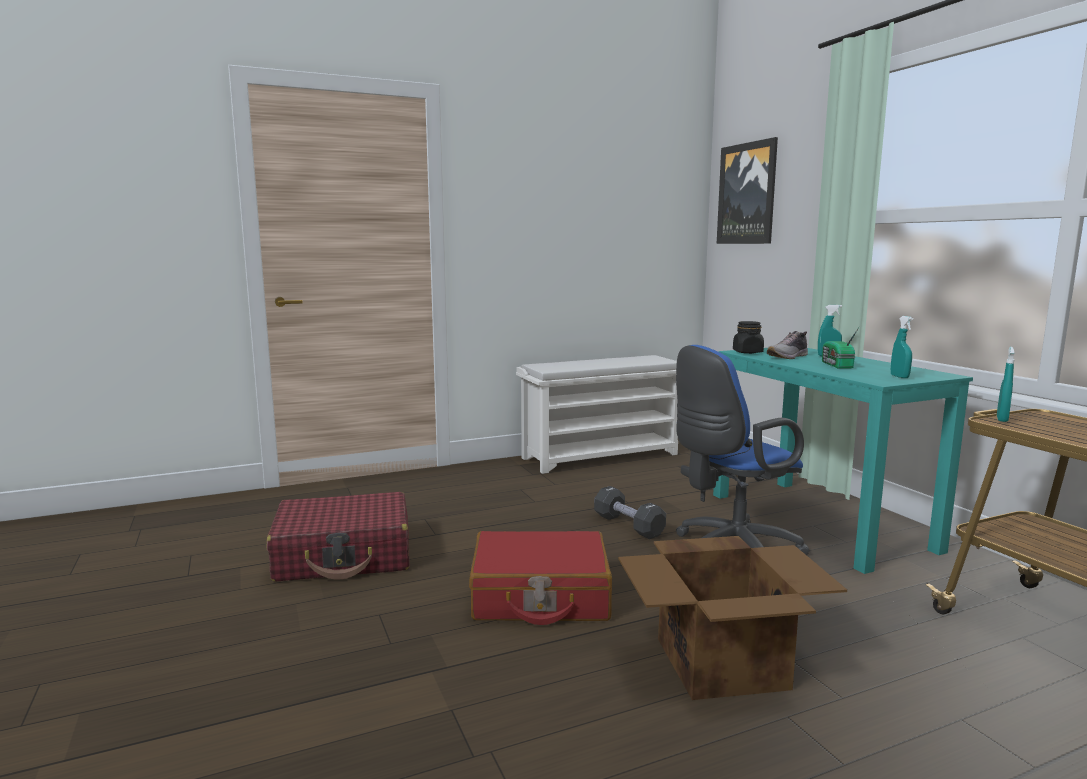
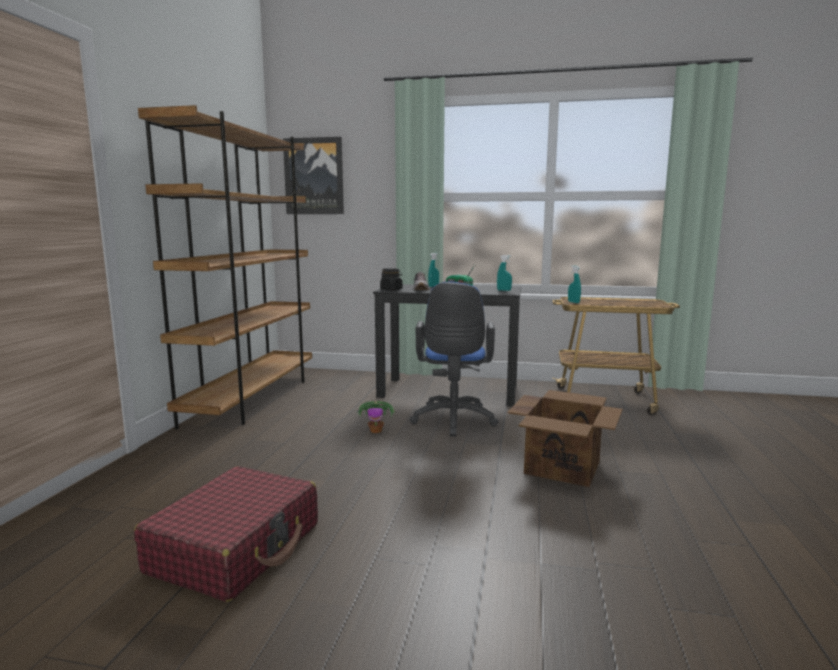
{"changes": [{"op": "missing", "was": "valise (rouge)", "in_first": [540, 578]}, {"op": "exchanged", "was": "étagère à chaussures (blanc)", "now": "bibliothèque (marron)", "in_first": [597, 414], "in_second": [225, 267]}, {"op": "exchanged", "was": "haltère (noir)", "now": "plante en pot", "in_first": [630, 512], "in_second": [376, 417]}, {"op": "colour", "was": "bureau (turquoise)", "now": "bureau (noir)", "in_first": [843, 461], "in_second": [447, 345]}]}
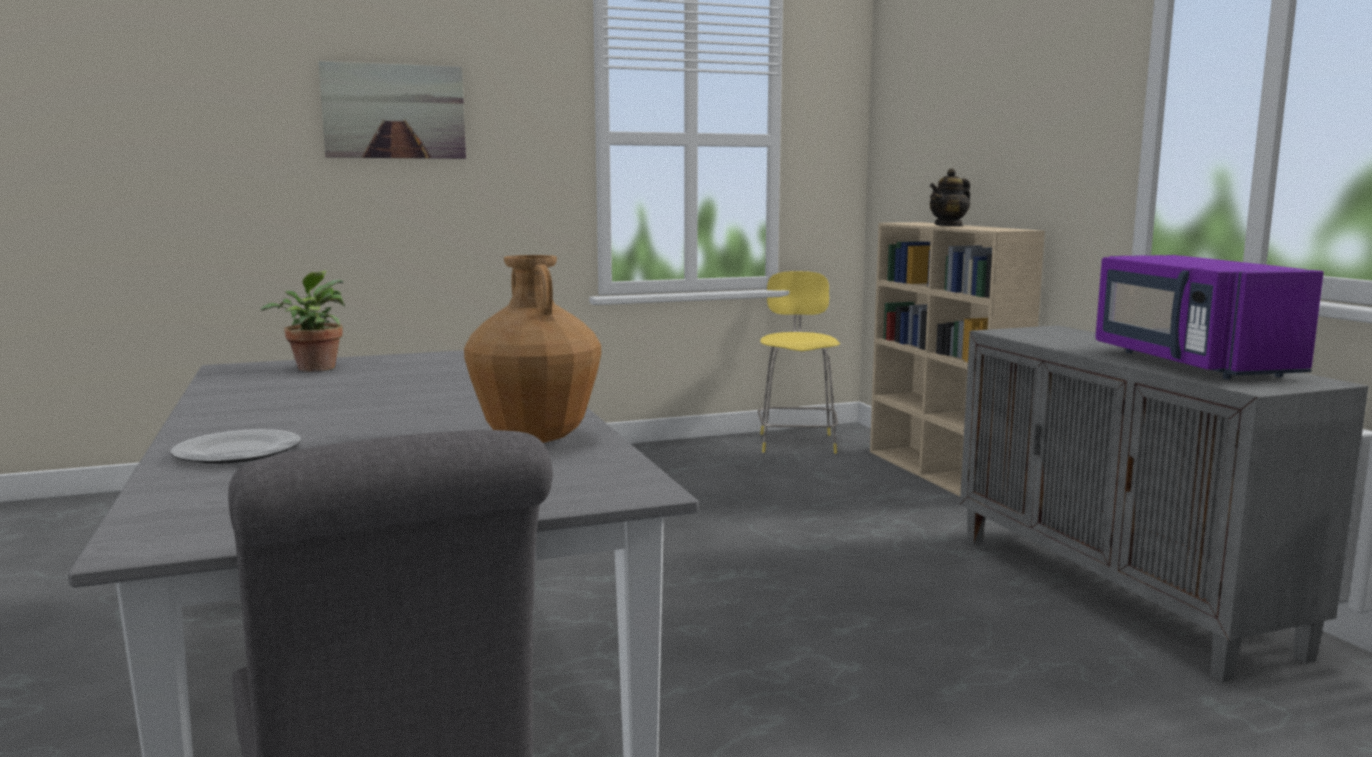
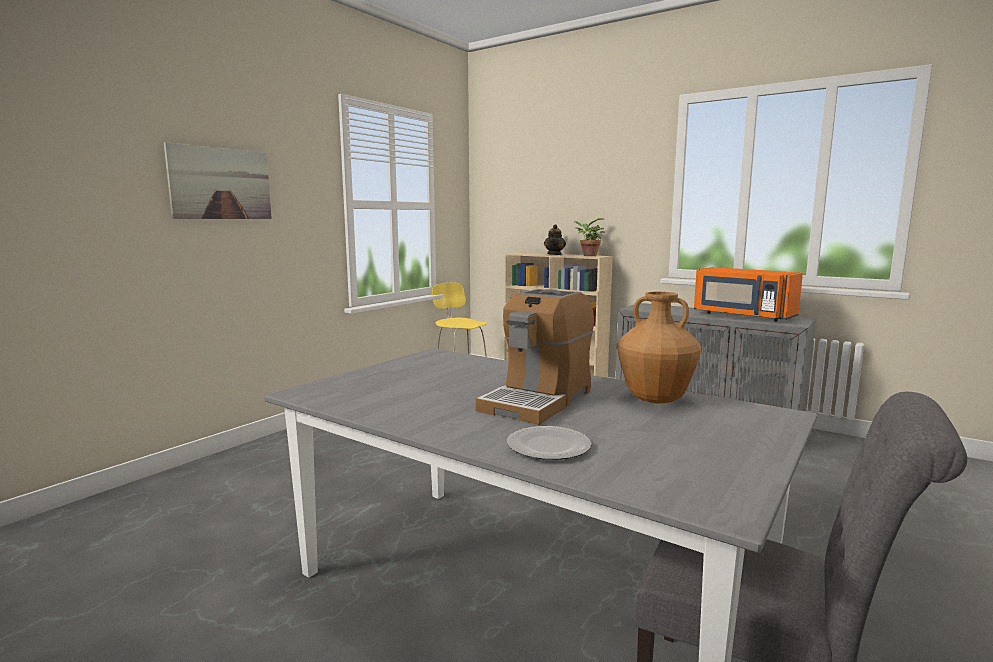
{"changes": [{"op": "relocated", "was": "plante en pot", "in_first": [303, 320], "in_second": [589, 237]}, {"op": "colour", "was": "micro-ondes (violet)", "now": "micro-ondes (orange)", "in_first": [1210, 317], "in_second": [748, 294]}, {"op": "appeared", "now": "machine à café", "in_second": [535, 357]}]}
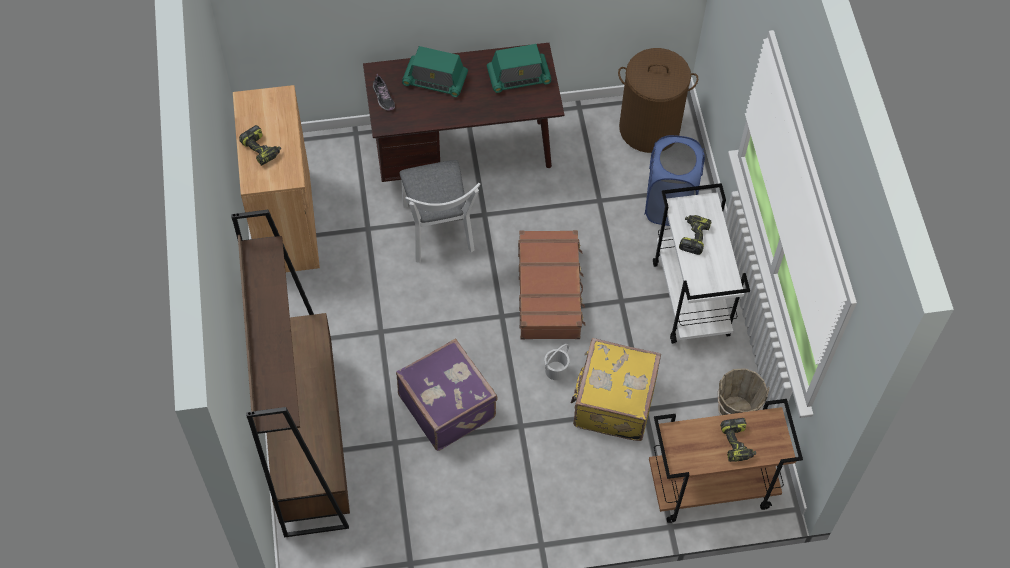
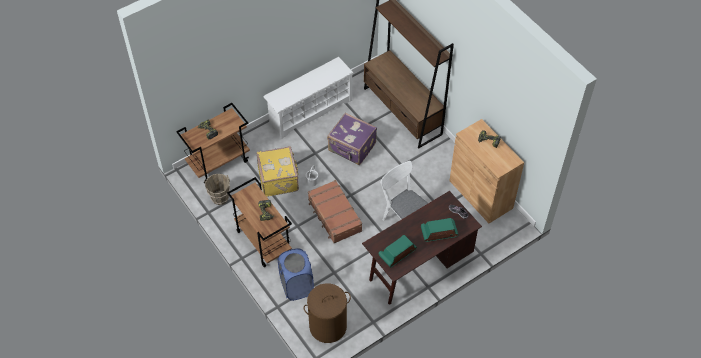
{"changes": [{"op": "colour", "was": "chariot (blanc)", "now": "chariot (marron)", "in_first": [701, 263], "in_second": [259, 222]}, {"op": "appeared", "now": "étagère à chaussures (blanc)", "in_second": [308, 98]}]}
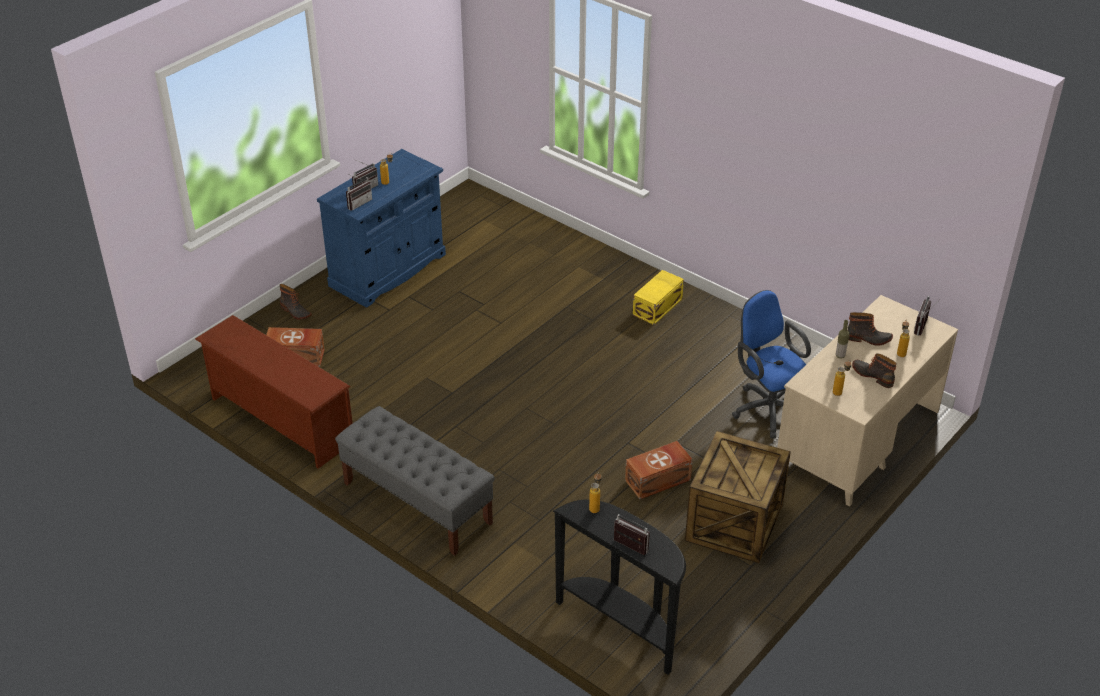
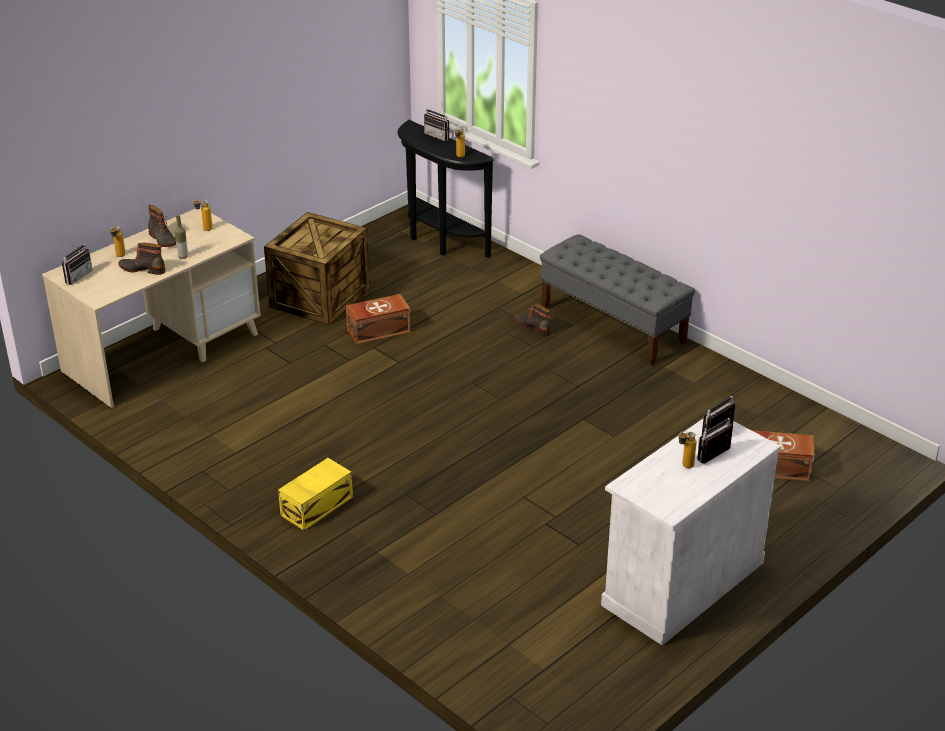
{"changes": [{"op": "missing", "was": "étagère à chaussures (marron)", "in_first": [273, 392]}, {"op": "relocated", "was": "botte", "in_first": [296, 301], "in_second": [533, 319]}, {"op": "colour", "was": "meuble de rangement (bleu)", "now": "meuble de rangement (blanc)", "in_first": [381, 228], "in_second": [691, 532]}, {"op": "missing", "was": "chaise de bureau (bleu)", "in_first": [771, 364]}]}
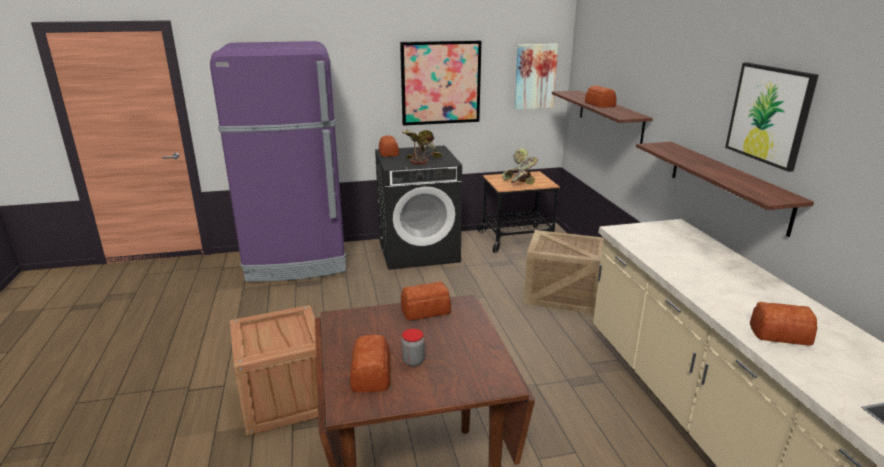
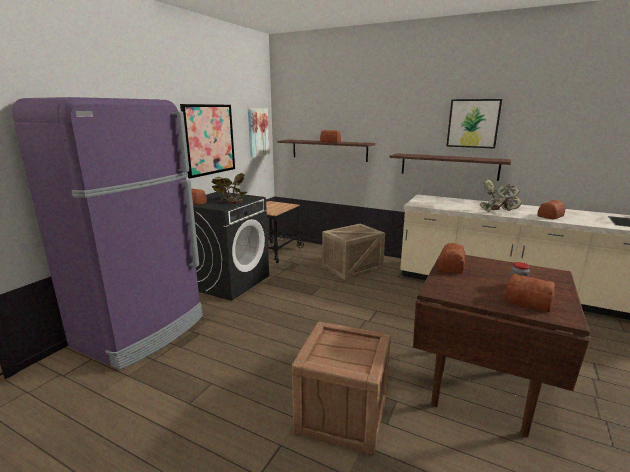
{"changes": [{"op": "relocated", "was": "plante en pot", "in_first": [520, 166], "in_second": [501, 196]}]}
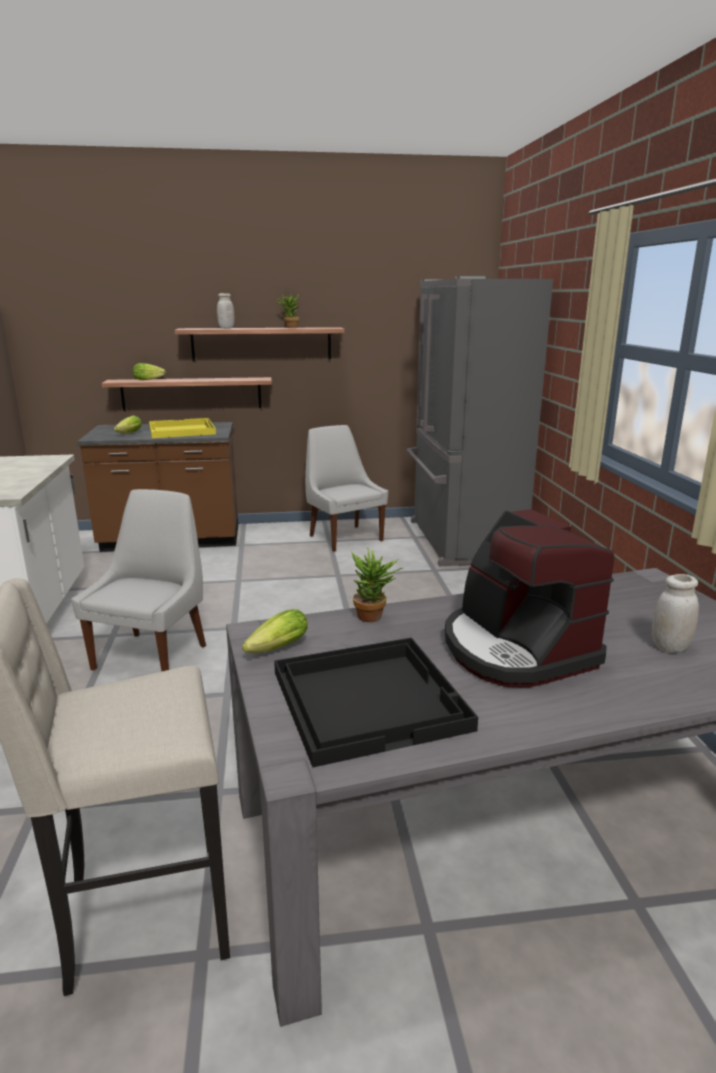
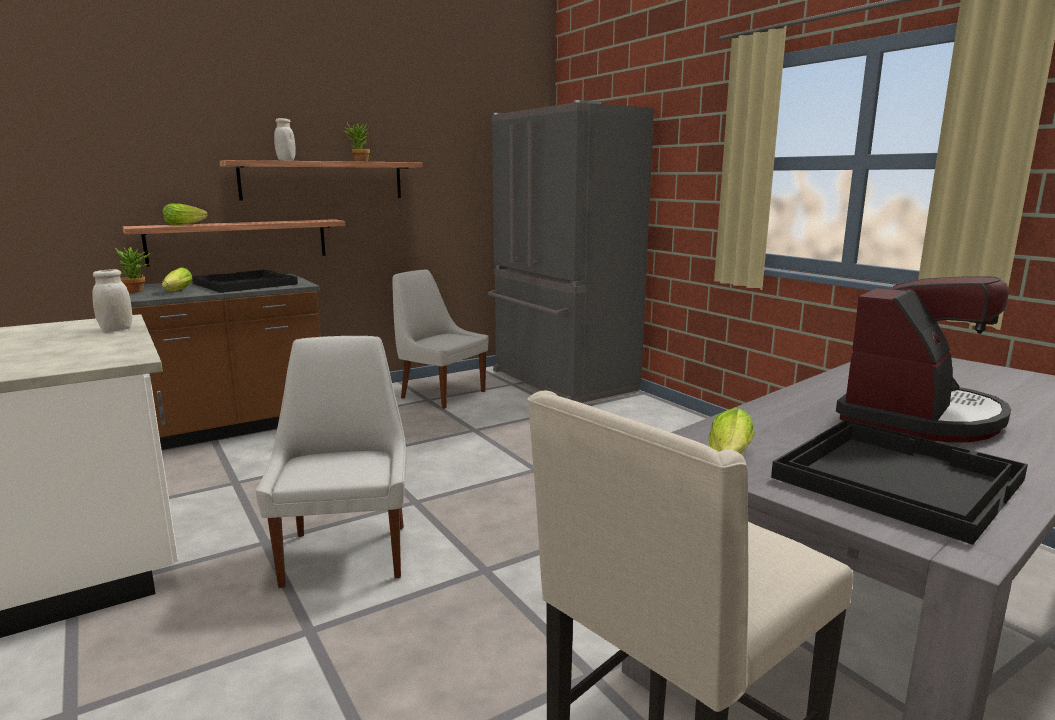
{"changes": [{"op": "colour", "was": "plateau (jaune)", "now": "plateau (noir)", "in_first": [182, 428], "in_second": [245, 281]}, {"op": "relocated", "was": "plante en pot", "in_first": [377, 585], "in_second": [133, 270]}, {"op": "spun", "was": "machine à café", "in_first": [530, 598], "in_second": [923, 359], "clockwise": -90}, {"op": "relocated", "was": "bocal (blanc)", "in_first": [675, 613], "in_second": [112, 300]}]}
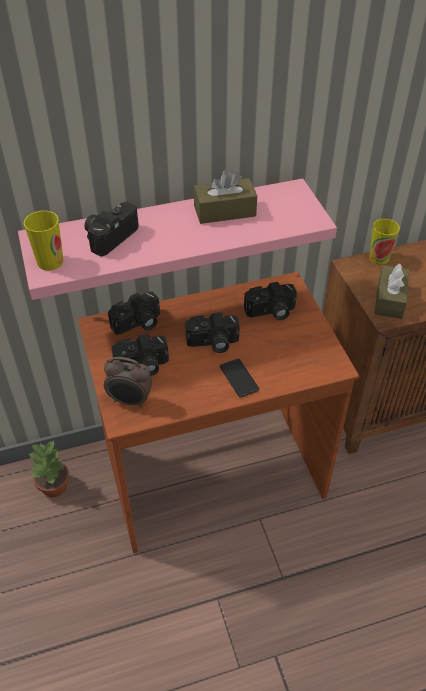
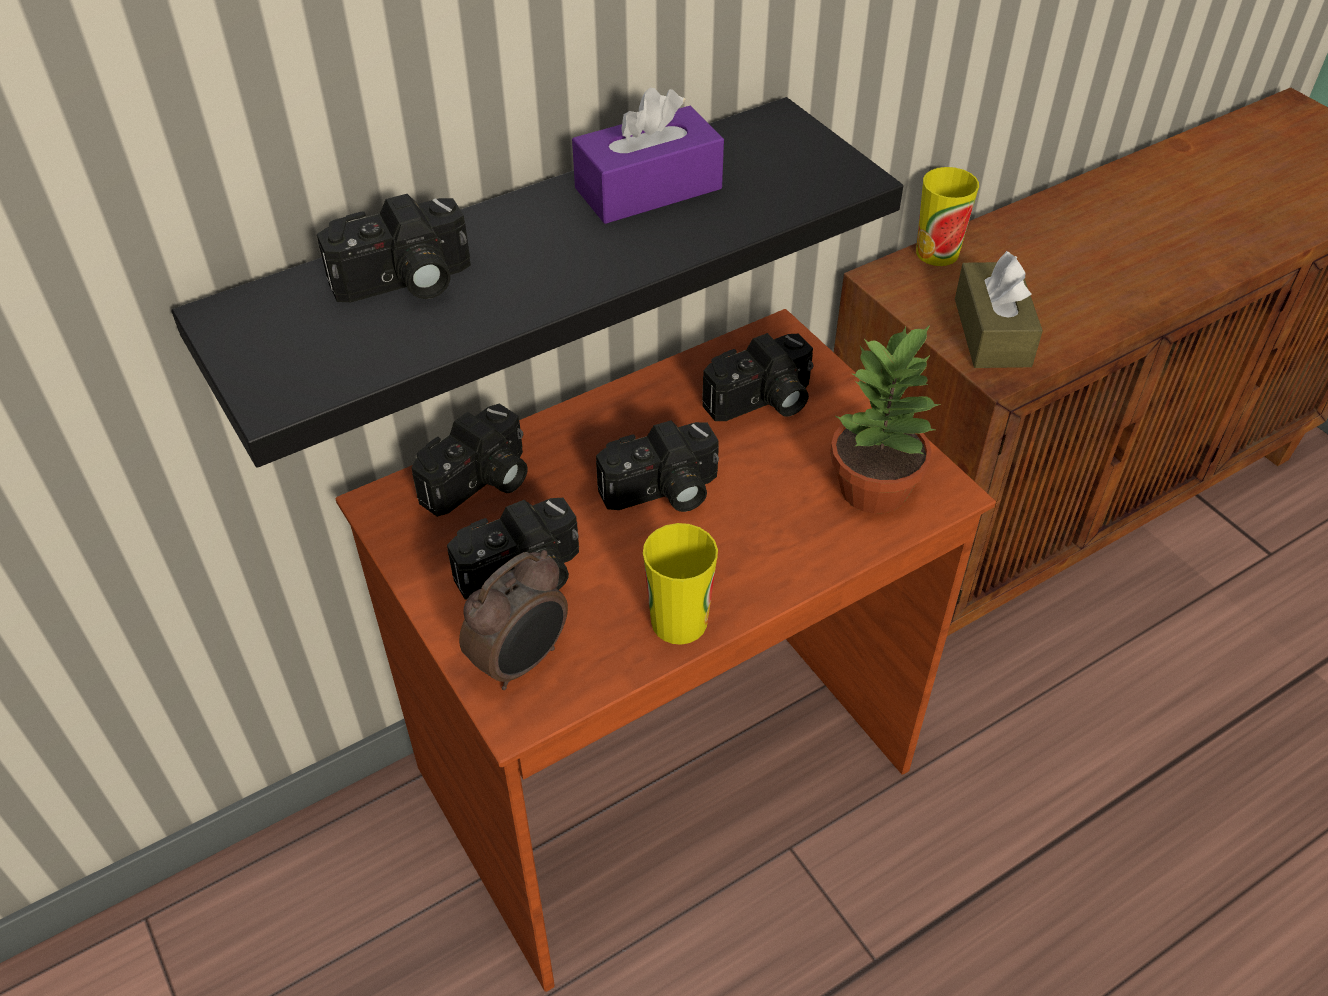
{"changes": [{"op": "colour", "was": "étagère (rose)", "now": "étagère (noir)", "in_first": [177, 239], "in_second": [537, 282]}, {"op": "relocated", "was": "tasse", "in_first": [44, 241], "in_second": [680, 584]}, {"op": "relocated", "was": "plante en pot", "in_first": [48, 469], "in_second": [885, 419]}, {"op": "spun", "was": "appareil photo", "in_first": [111, 229], "in_second": [394, 248], "clockwise": -135}, {"op": "spun", "was": "réveil", "in_first": [128, 382], "in_second": [513, 620], "clockwise": -45}, {"op": "colour", "was": "boîte à mouchoirs (marron)", "now": "boîte à mouchoirs (violet)", "in_first": [225, 197], "in_second": [648, 156]}, {"op": "missing", "was": "téléphone", "in_first": [239, 378]}]}
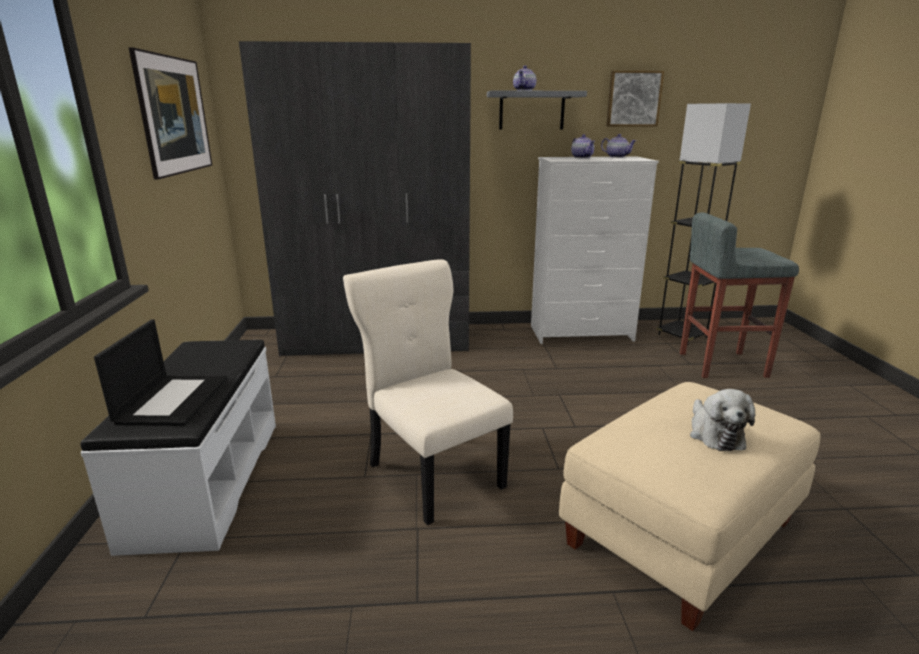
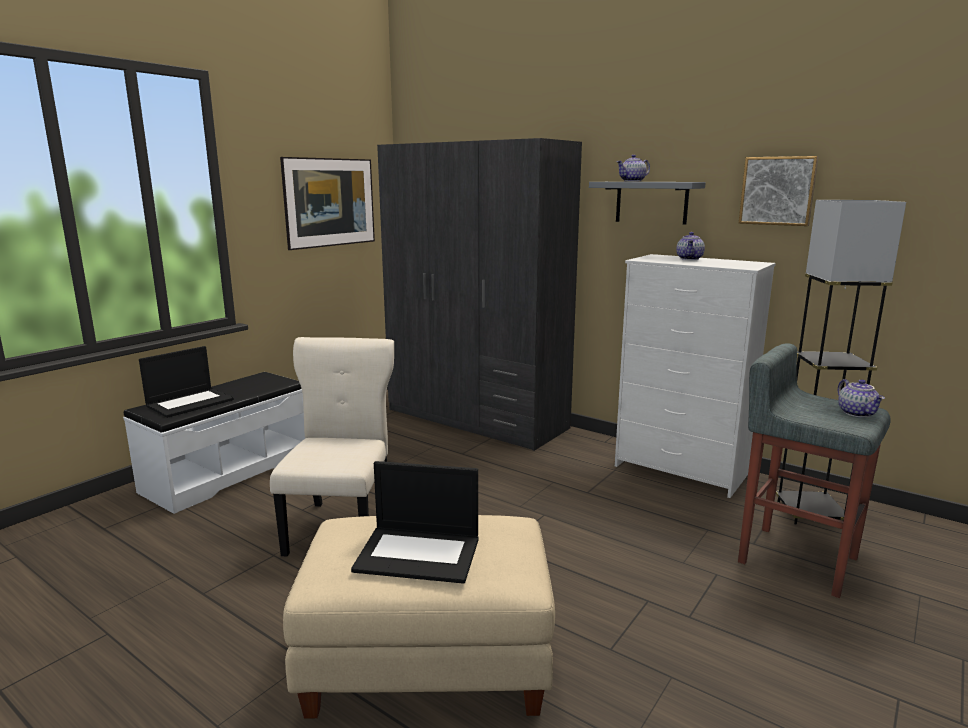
{"changes": [{"op": "relocated", "was": "théière", "in_first": [618, 146], "in_second": [861, 398]}, {"op": "exchanged", "was": "peluche", "now": "ordinateur portable", "in_first": [722, 420], "in_second": [415, 522]}]}
